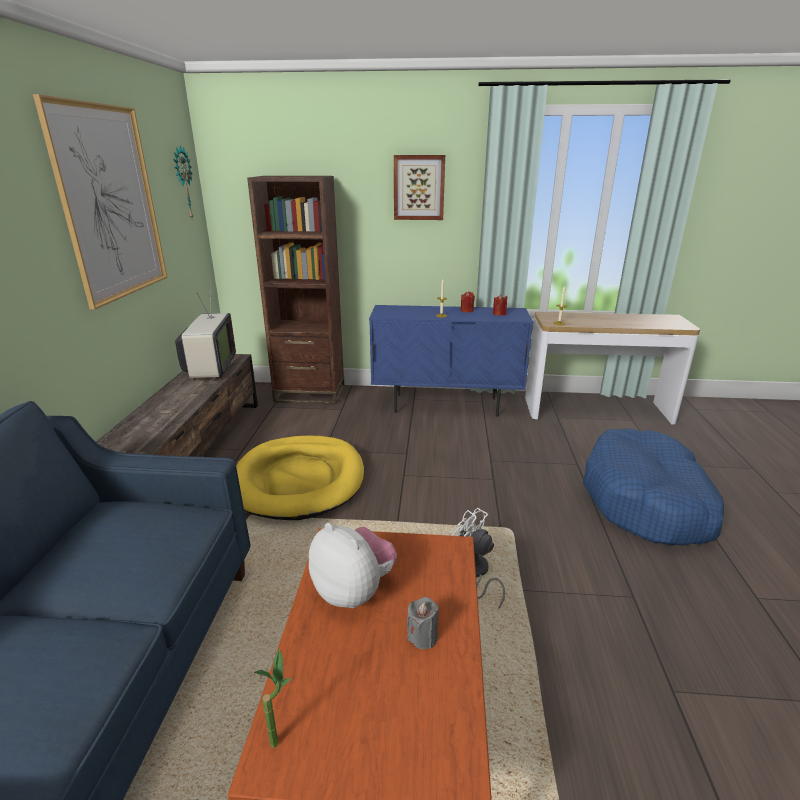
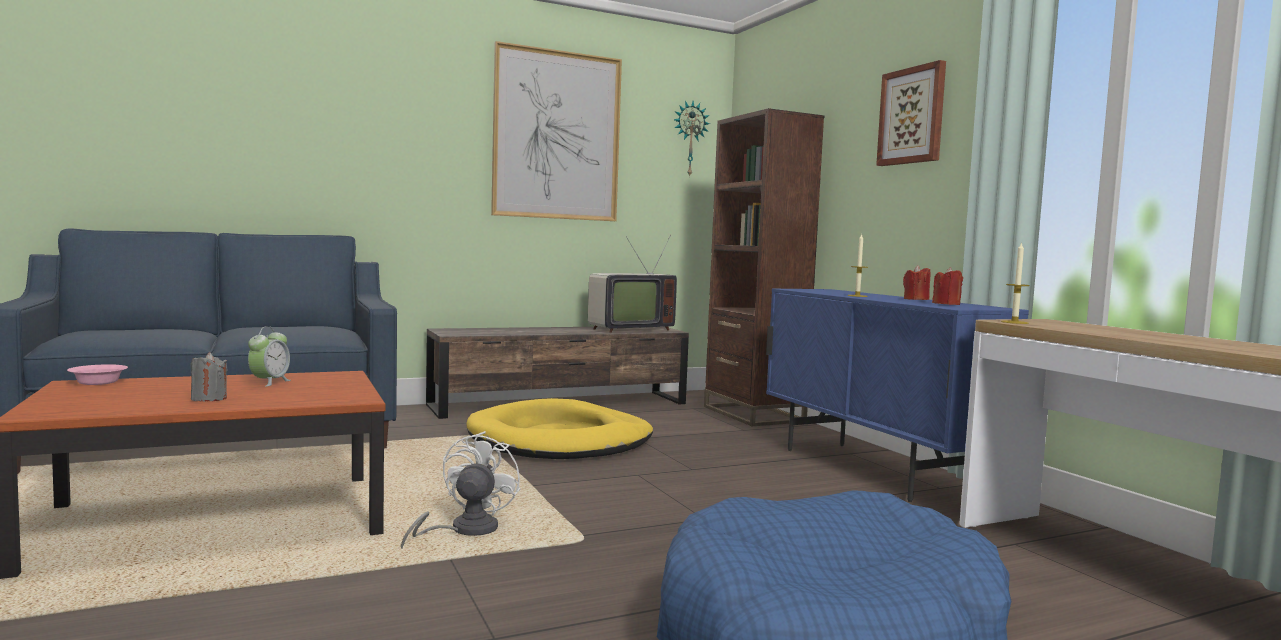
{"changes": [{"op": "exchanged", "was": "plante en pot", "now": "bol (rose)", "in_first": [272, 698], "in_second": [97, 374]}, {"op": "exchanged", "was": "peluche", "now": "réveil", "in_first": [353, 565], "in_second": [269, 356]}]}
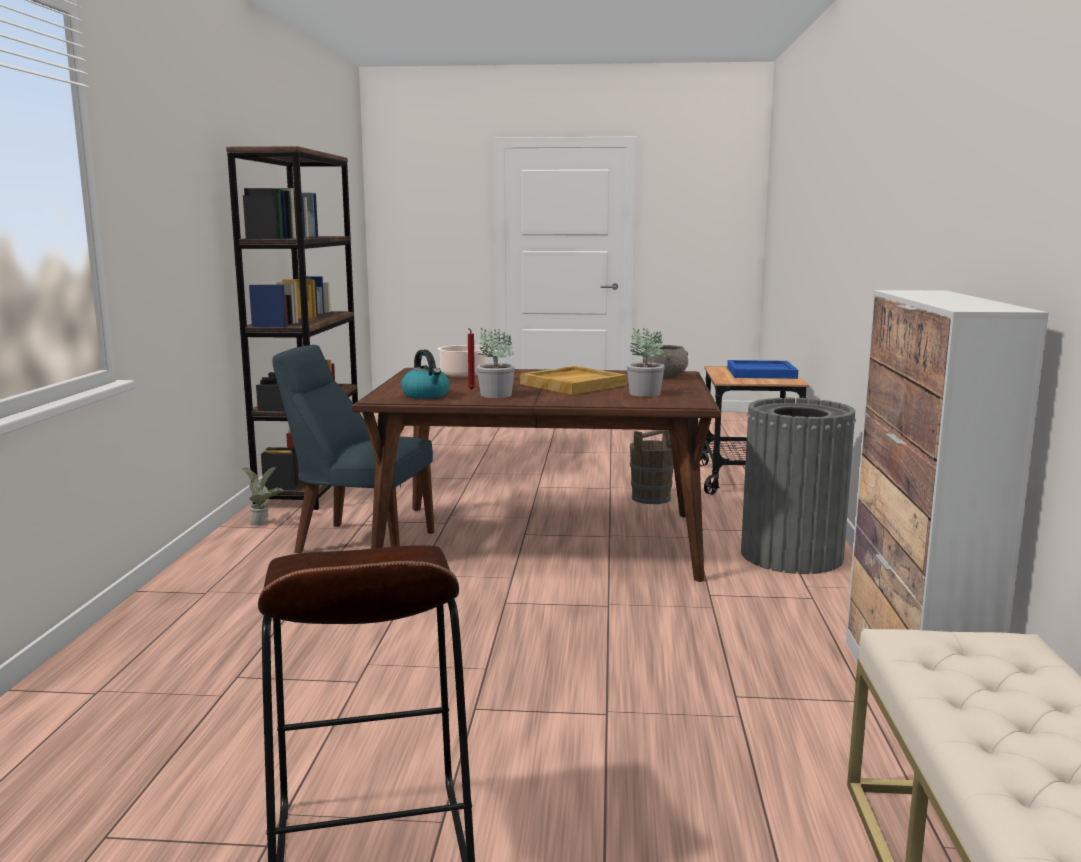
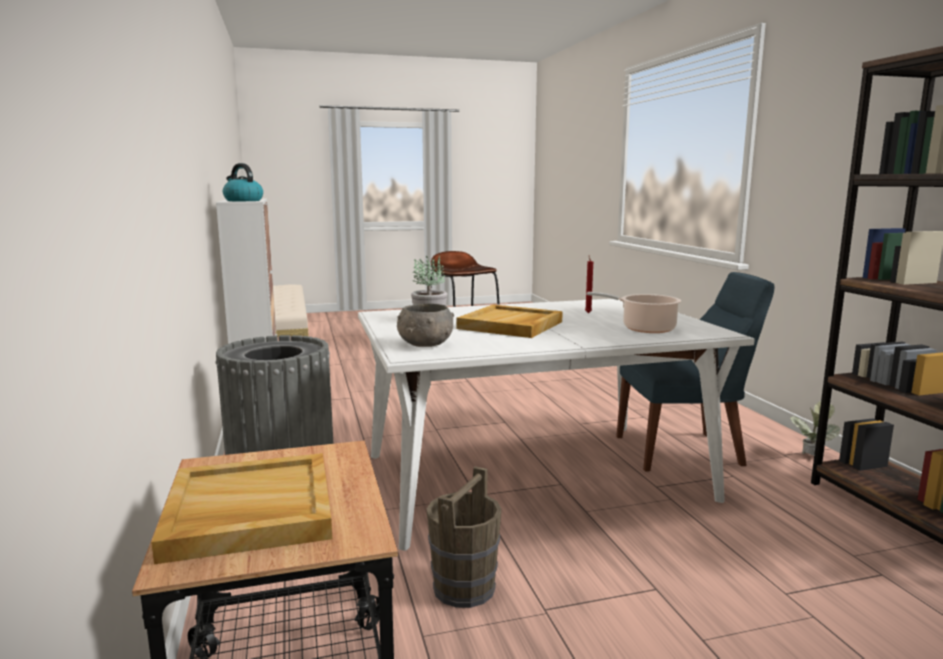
{"changes": [{"op": "colour", "was": "table à manger (marron)", "now": "table à manger (blanc)", "in_first": [536, 475], "in_second": [556, 425]}, {"op": "relocated", "was": "bouilloire", "in_first": [425, 374], "in_second": [243, 182]}, {"op": "missing", "was": "plante en pot", "in_first": [496, 362]}, {"op": "colour", "was": "plateau (bleu)", "now": "plateau (beige)", "in_first": [762, 369], "in_second": [241, 508]}]}
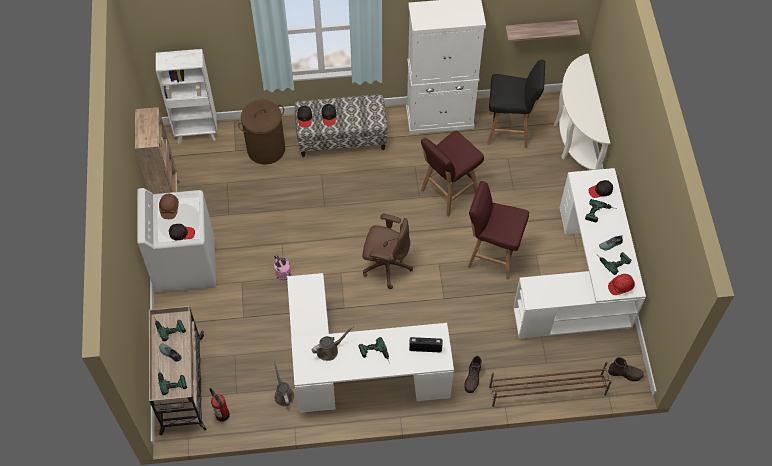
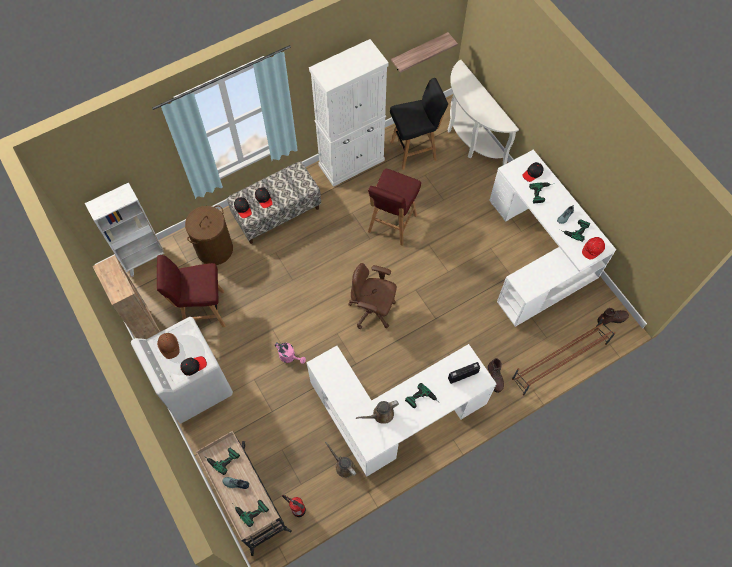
{"changes": [{"op": "spun", "was": "arrosoir (marron)", "in_first": [333, 343], "in_second": [377, 412], "clockwise": -150}, {"op": "spun", "was": "chaise de bureau (marron)", "in_first": [387, 251], "in_second": [372, 296], "clockwise": -150}, {"op": "relocated", "was": "tabouret (rouge)", "in_first": [498, 230], "in_second": [191, 291]}]}
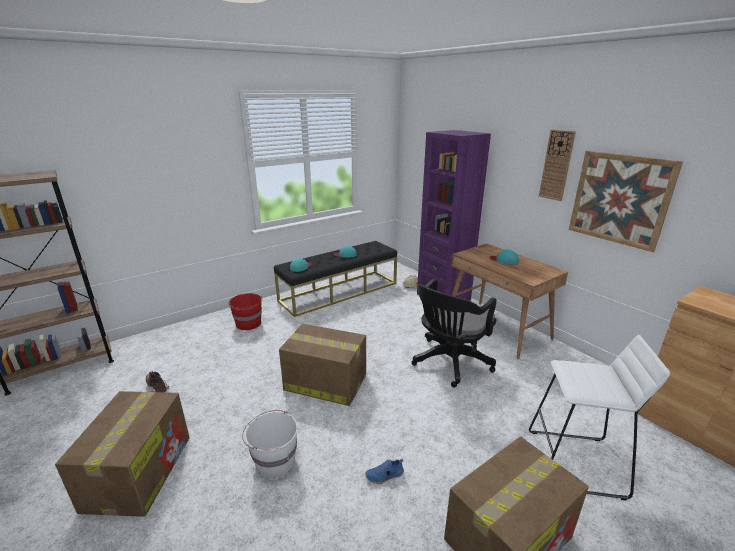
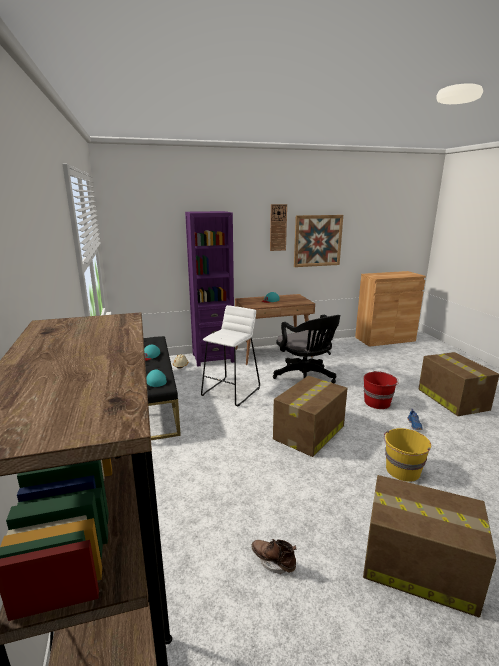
{"changes": [{"op": "spun", "was": "botte (marron)", "in_first": [157, 381], "in_second": [273, 557], "clockwise": 60}, {"op": "relocated", "was": "seau (rouge)", "in_first": [246, 311], "in_second": [381, 390]}, {"op": "colour", "was": "seau (blanc)", "now": "seau (jaune)", "in_first": [270, 444], "in_second": [407, 455]}, {"op": "relocated", "was": "tabouret (blanc)", "in_first": [599, 417], "in_second": [230, 355]}]}
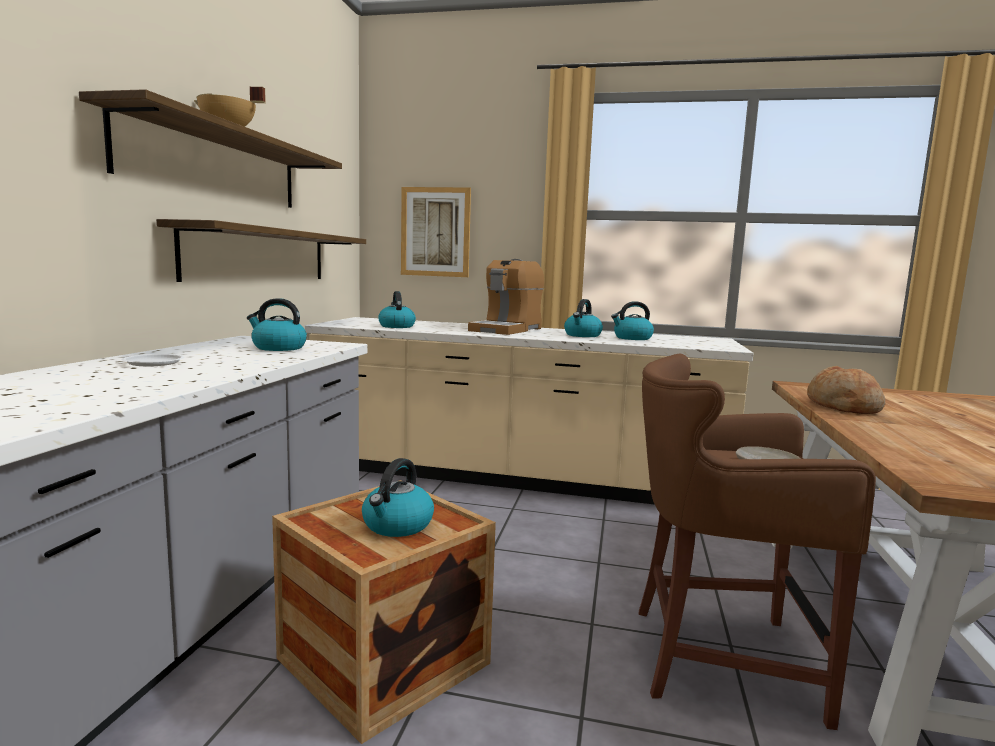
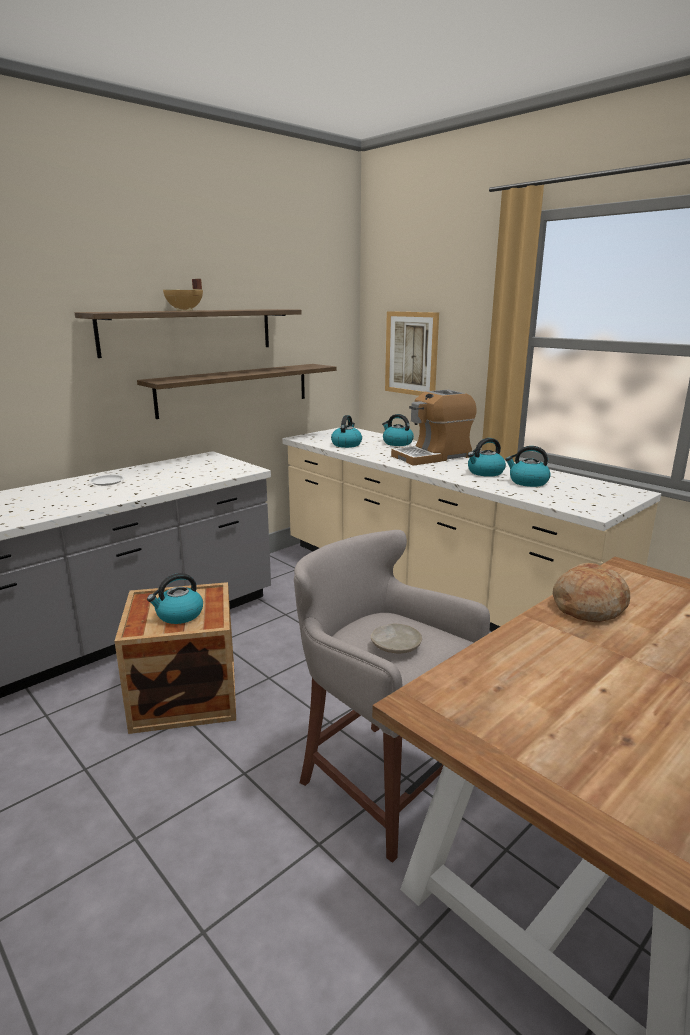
{"changes": [{"op": "relocated", "was": "bouilloire", "in_first": [277, 324], "in_second": [398, 430]}, {"op": "colour", "was": "tabouret (marron)", "now": "tabouret (gris)", "in_first": [757, 542], "in_second": [392, 696]}]}
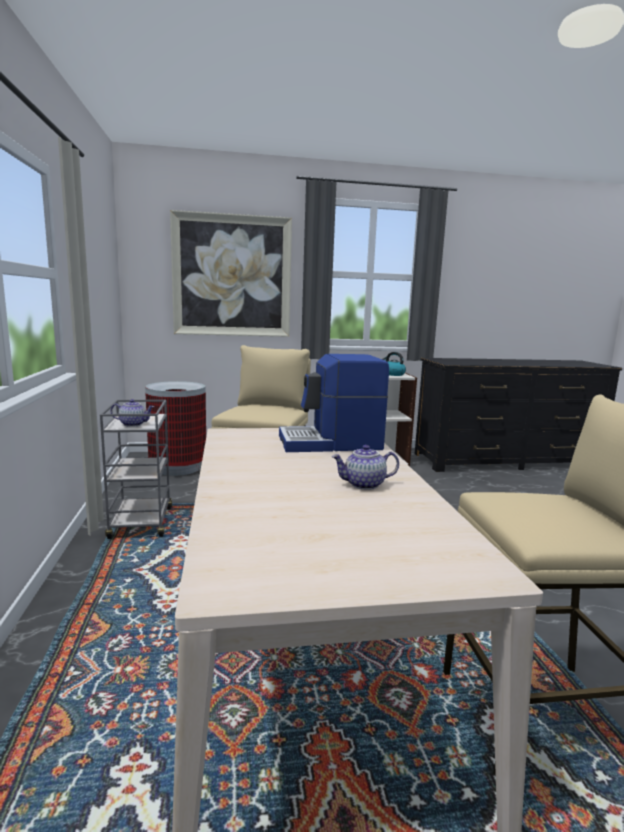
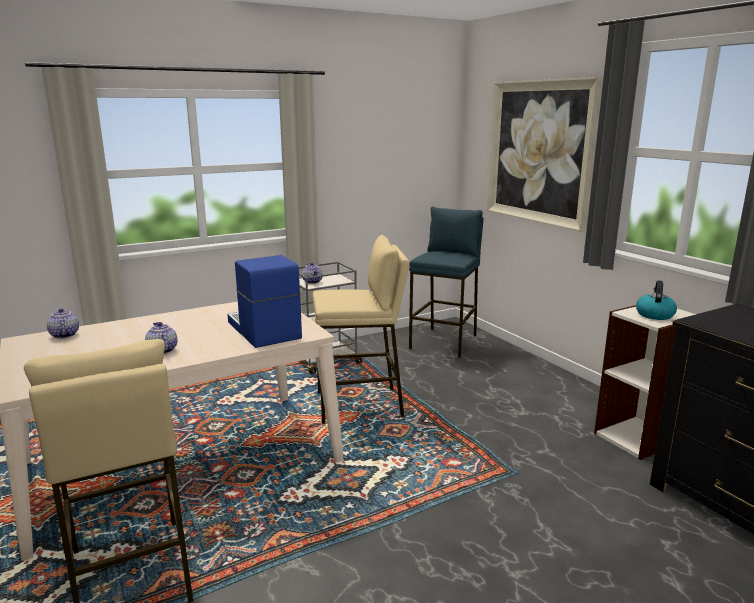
{"changes": [{"op": "exchanged", "was": "poubelle", "now": "tabouret (bleu)", "in_first": [175, 428], "in_second": [446, 282]}, {"op": "appeared", "now": "théière", "in_second": [63, 323]}]}
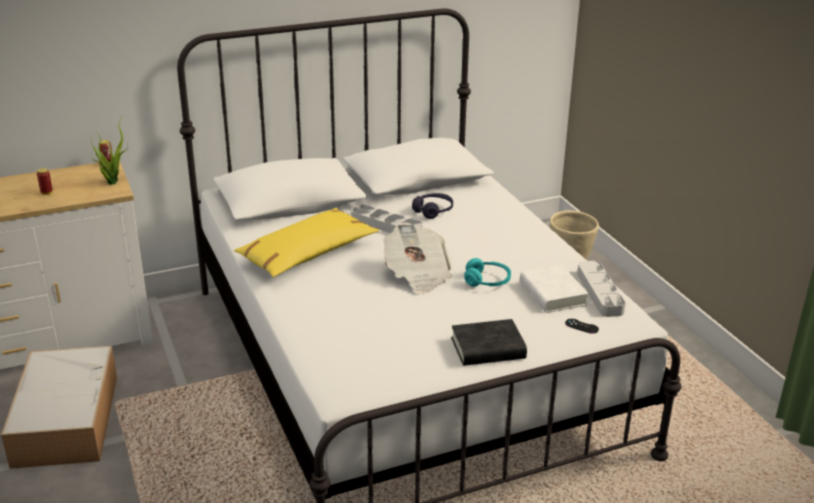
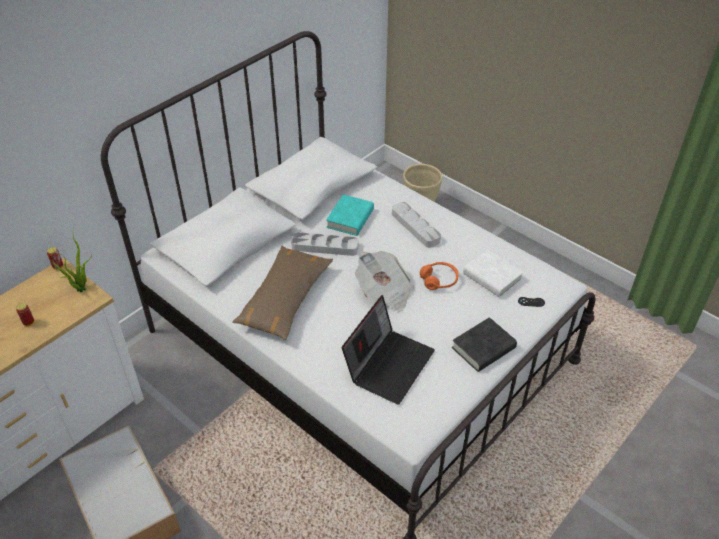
{"changes": [{"op": "colour", "was": "coussin (jaune)", "now": "coussin (marron)", "in_first": [306, 242], "in_second": [282, 293]}, {"op": "exchanged", "was": "casque audio (violet)", "now": "livre (turquoise)", "in_first": [432, 206], "in_second": [350, 215]}, {"op": "colour", "was": "casque audio (turquoise)", "now": "casque audio (orange)", "in_first": [487, 272], "in_second": [439, 276]}, {"op": "relocated", "was": "plateau (gris)", "in_first": [601, 289], "in_second": [416, 225]}, {"op": "appeared", "now": "ordinateur portable", "in_second": [388, 349]}]}
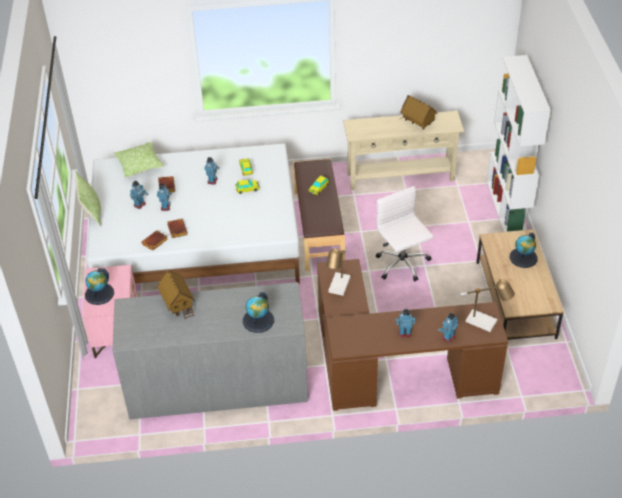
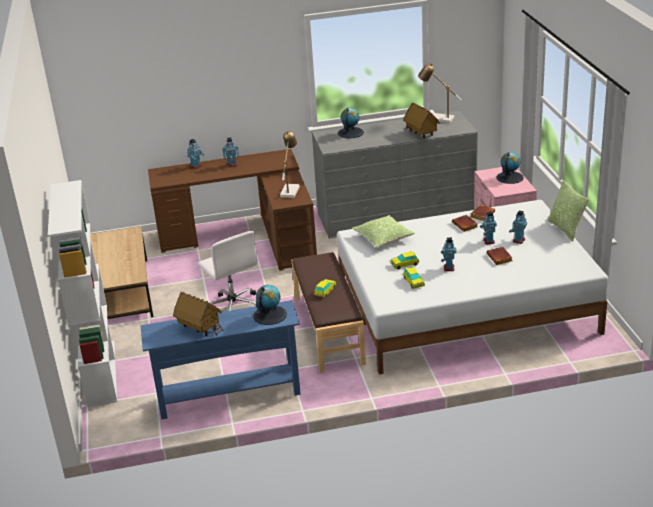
{"changes": [{"op": "relocated", "was": "coussin", "in_first": [139, 160], "in_second": [383, 231]}, {"op": "colour", "was": "table console (beige)", "now": "table console (bleu)", "in_first": [403, 150], "in_second": [221, 359]}, {"op": "relocated", "was": "lampe de table", "in_first": [487, 305], "in_second": [440, 93]}, {"op": "relocated", "was": "globe", "in_first": [524, 250], "in_second": [270, 305]}]}
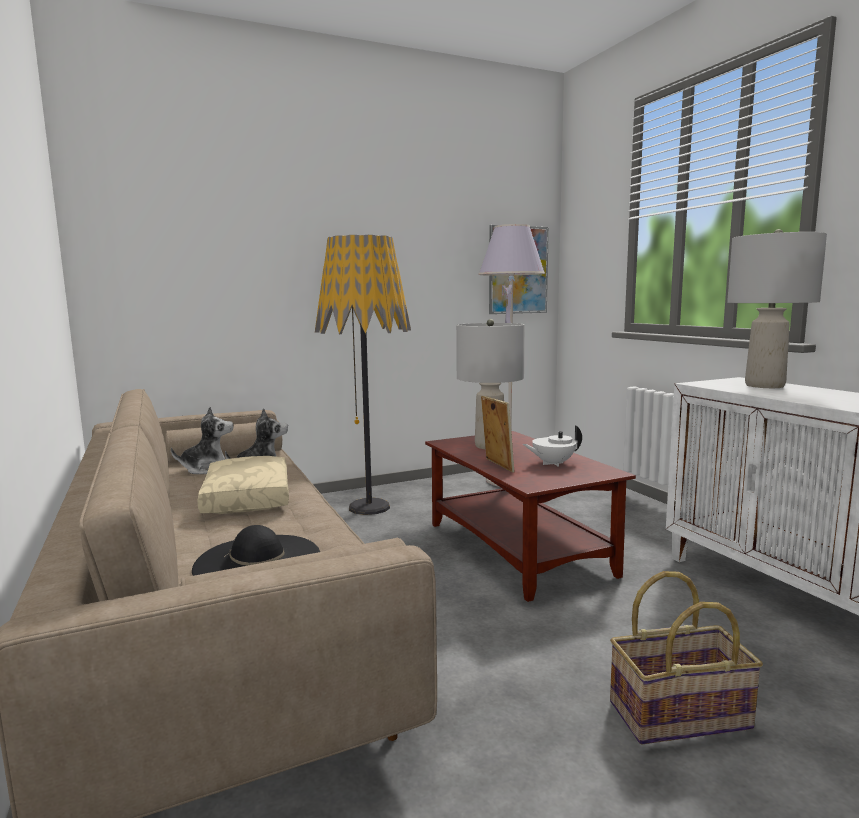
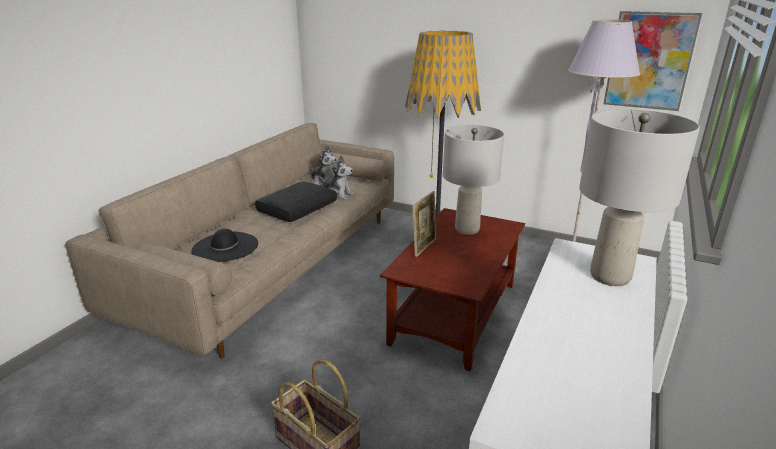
{"changes": [{"op": "colour", "was": "coussin (beige)", "now": "coussin (noir)", "in_first": [243, 485], "in_second": [296, 202]}, {"op": "missing", "was": "théière (blanc)", "in_first": [552, 446]}]}
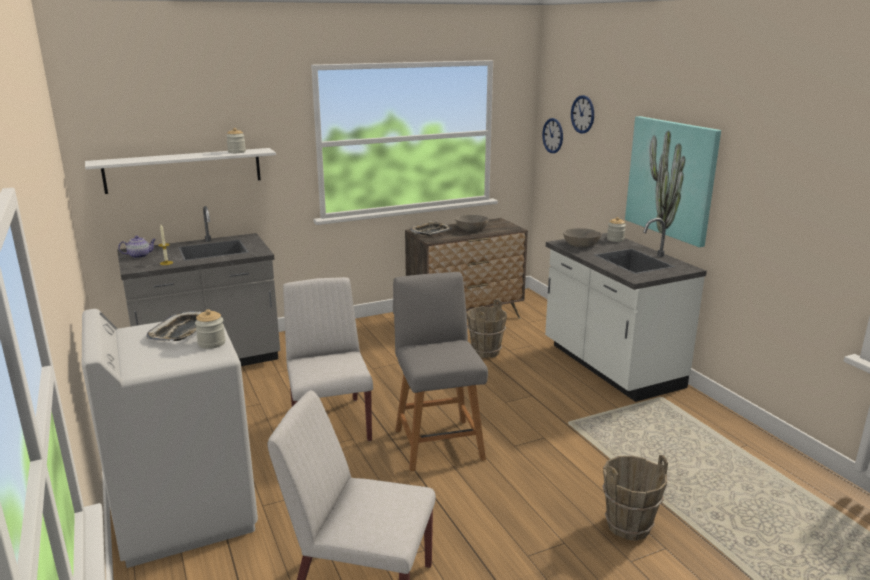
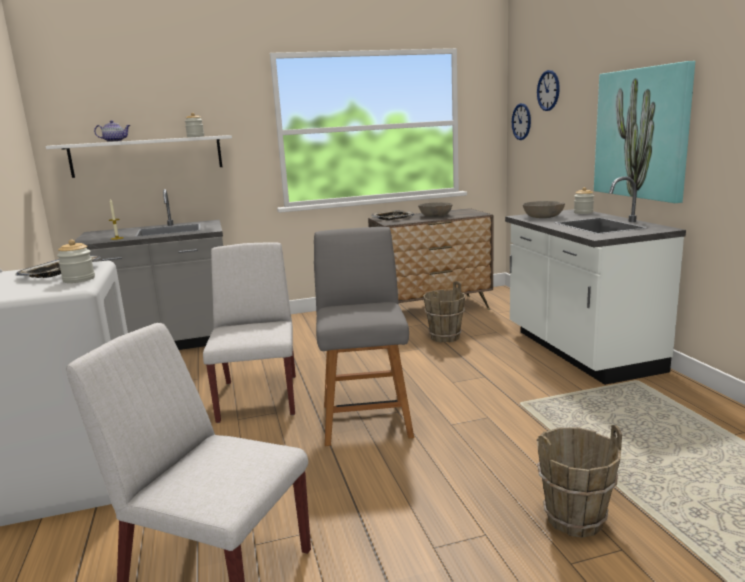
{"changes": [{"op": "relocated", "was": "théière", "in_first": [137, 247], "in_second": [112, 131]}]}
